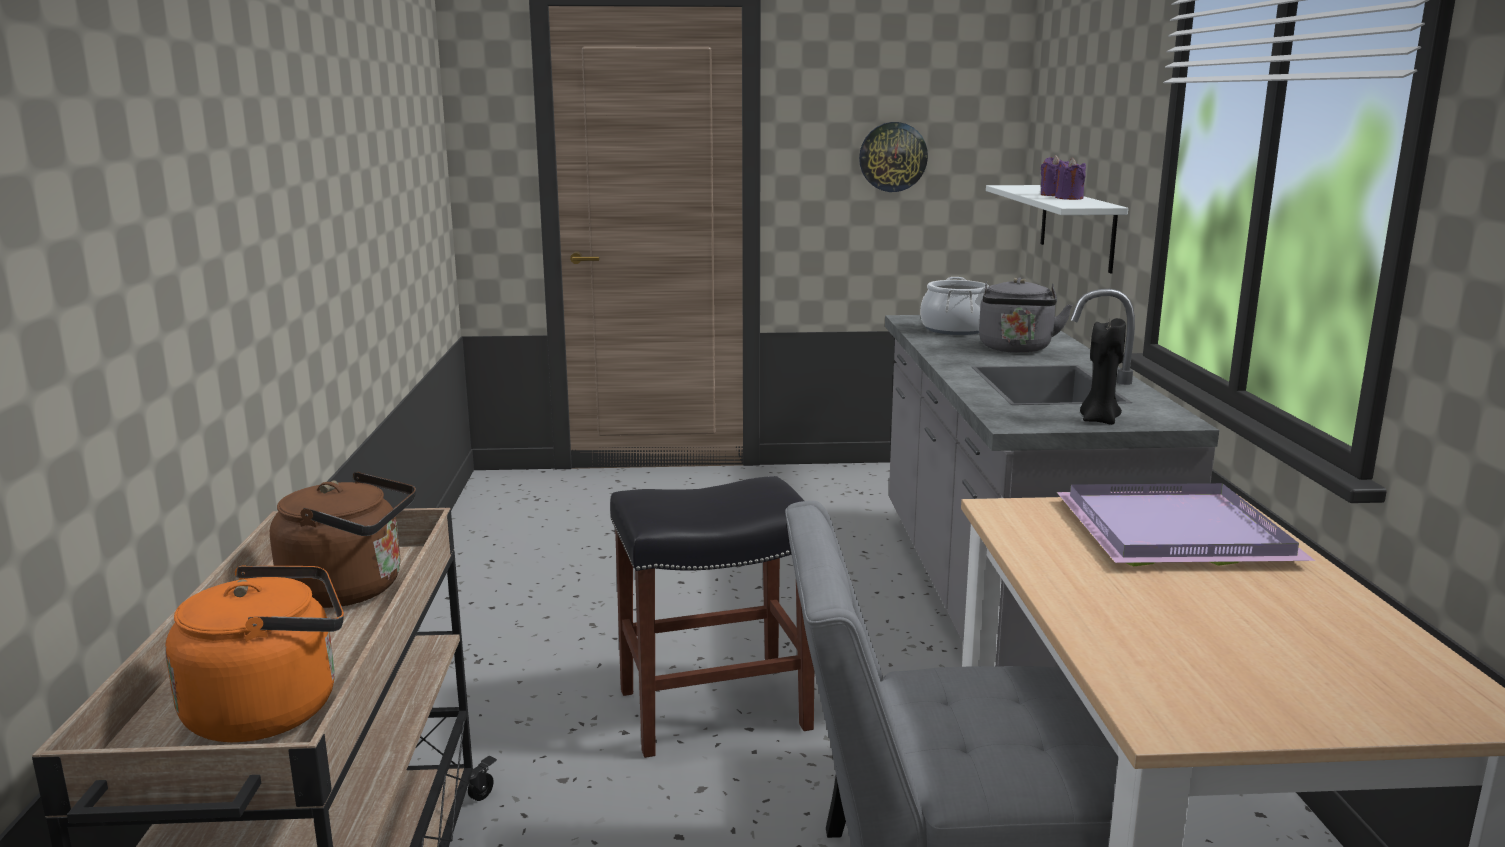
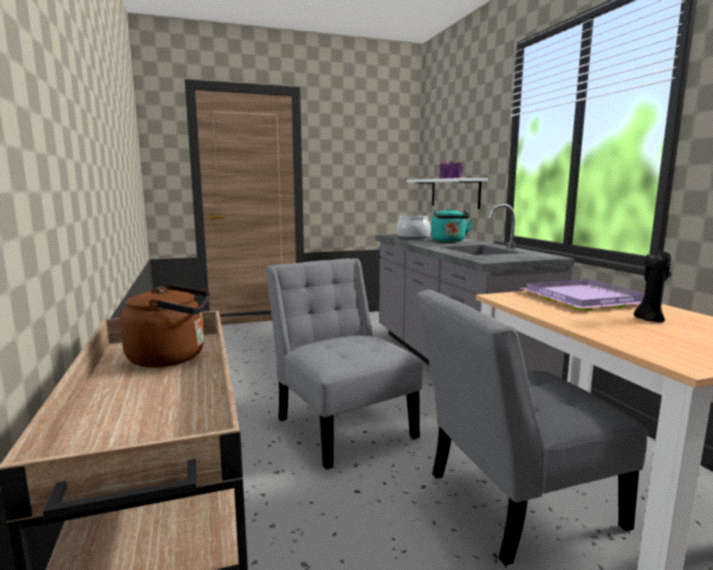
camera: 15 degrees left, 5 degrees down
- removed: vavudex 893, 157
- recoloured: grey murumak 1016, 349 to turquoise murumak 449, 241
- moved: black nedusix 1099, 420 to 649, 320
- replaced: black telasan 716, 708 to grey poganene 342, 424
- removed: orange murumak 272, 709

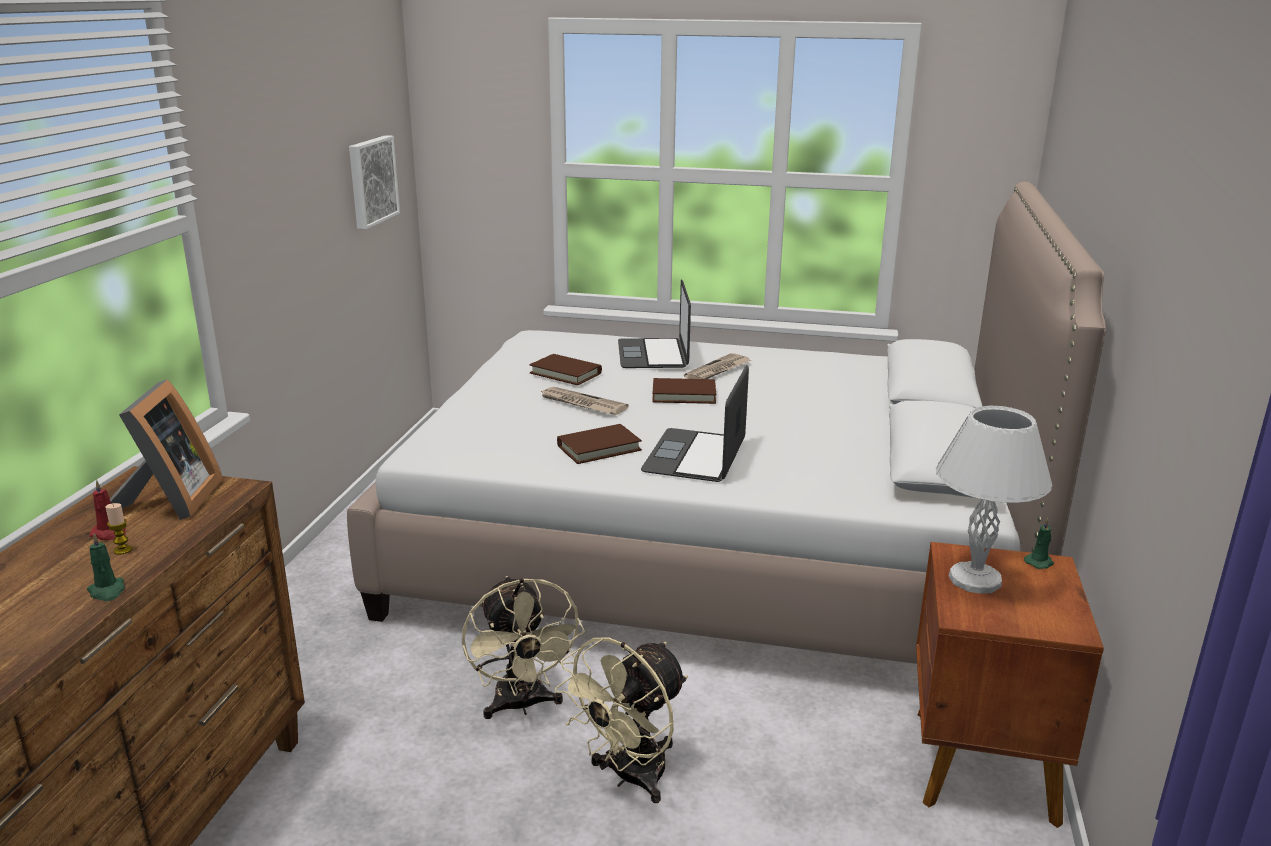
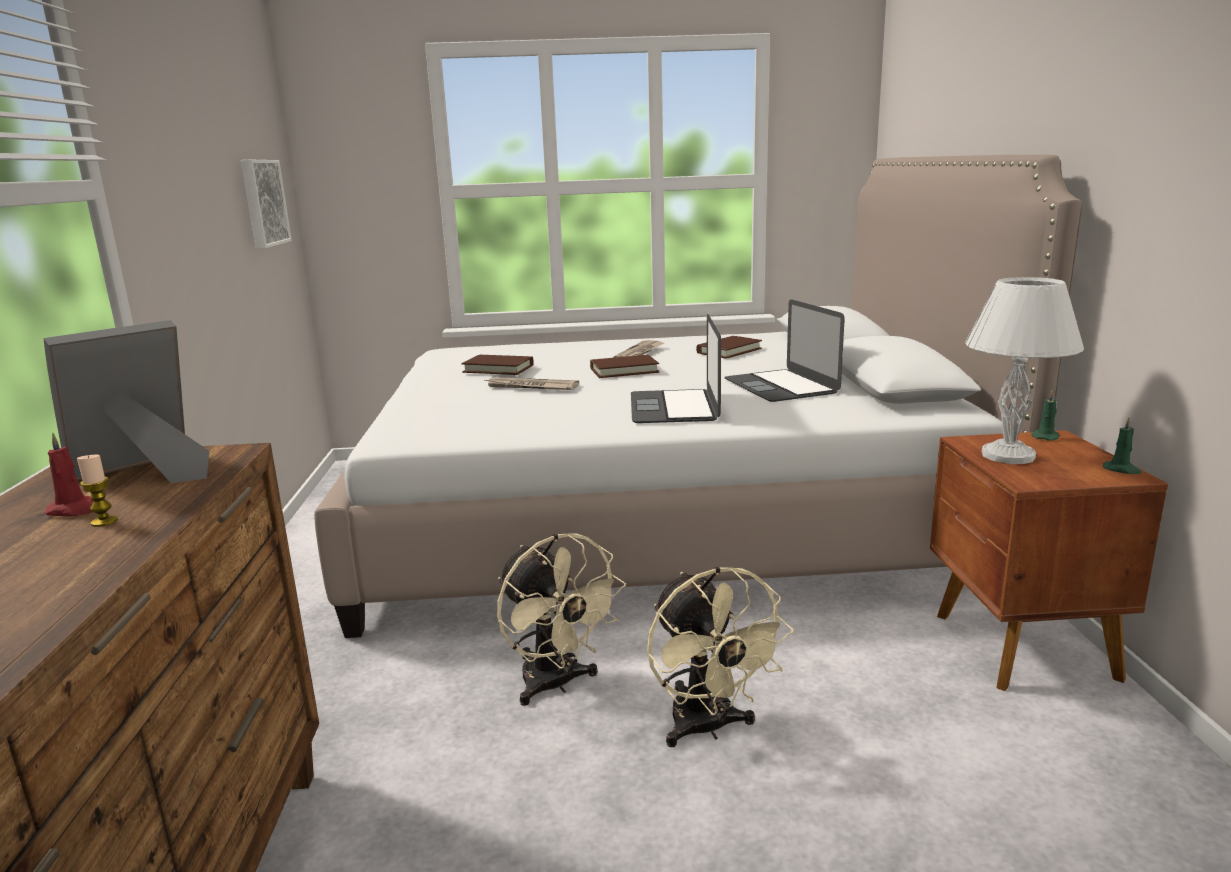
camera: 15 degrees left, 5 degrees down
- moved: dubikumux 653, 354 to 780, 386
- turned: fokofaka 171, 501 = 146, 473 120 degrees counterclockwise
- moved: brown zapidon 599, 448 to 729, 351
- moved: green nedusix 107, 591 to 1122, 470
- turned: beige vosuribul 629, 777 = 708, 728 45 degrees counterclockwise

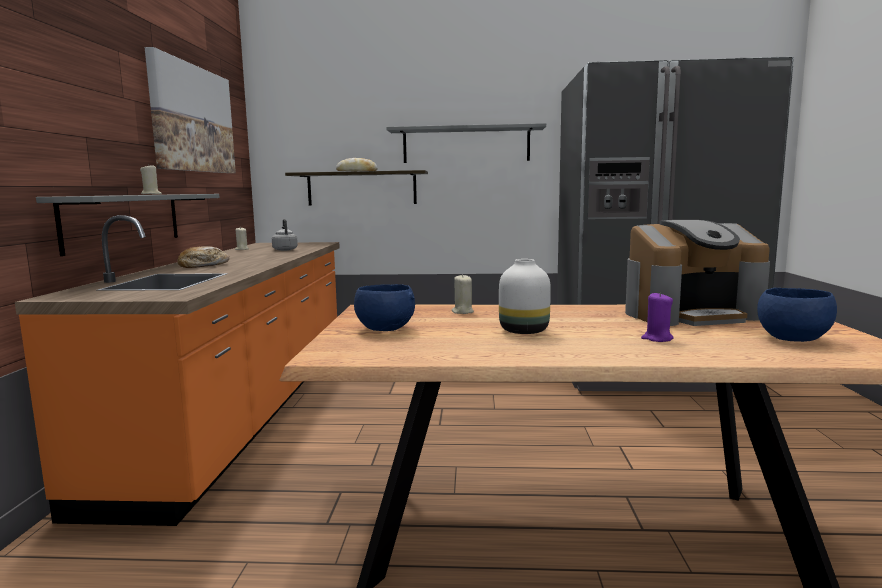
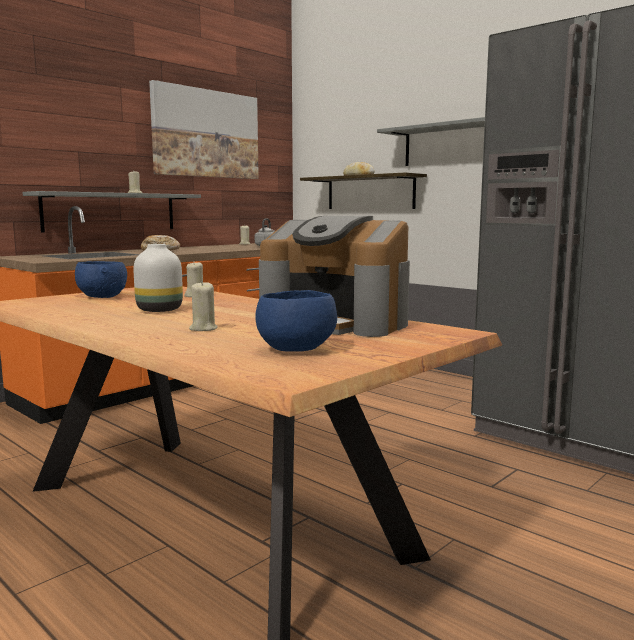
camera: 40 degrees right, 0 degrees up
- recoloured: purple nedusix 657, 339 to beige nedusix 203, 329

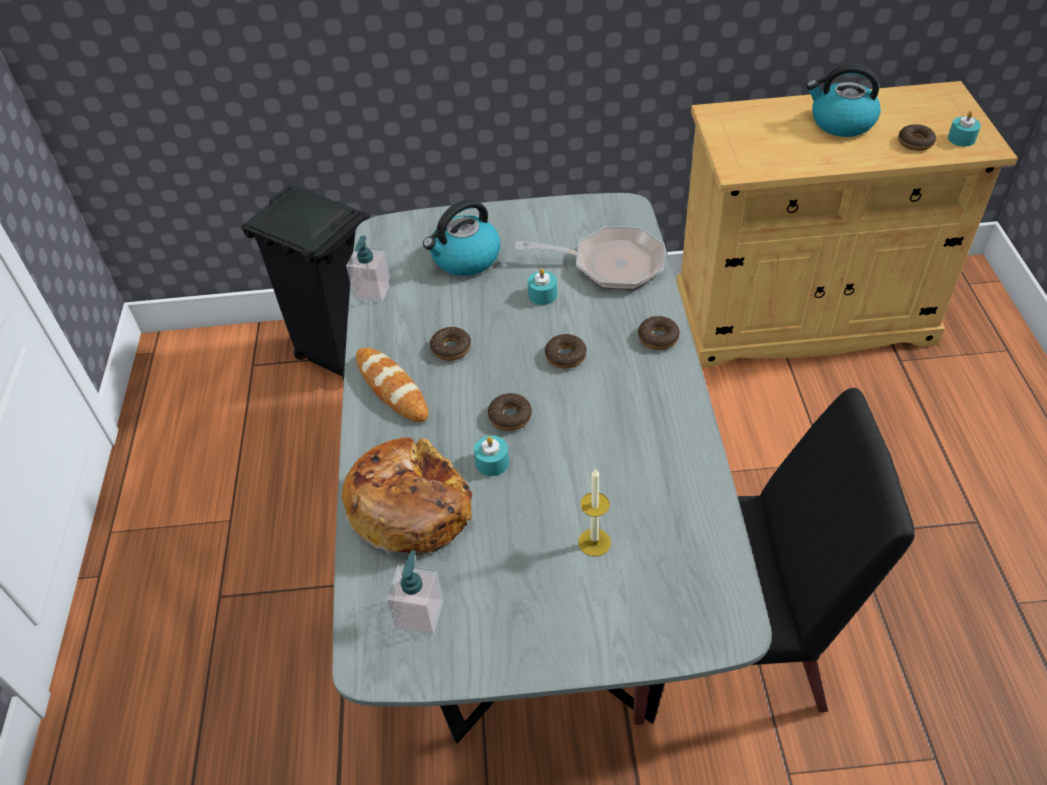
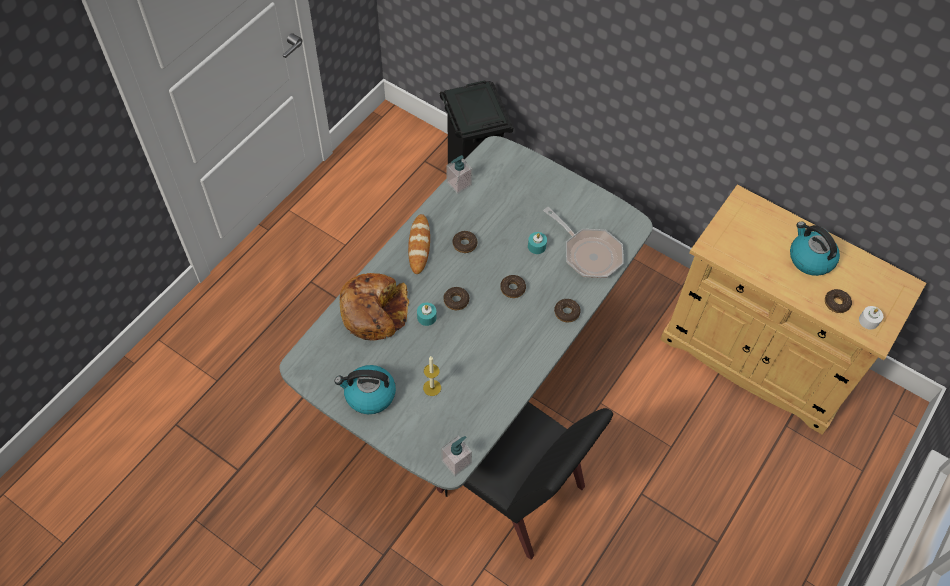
camera: 35 degrees right, 10 degrees up
- recoloured: turquoise nedusix 961, 138 to white nedusix 868, 321
- moved: murumak 465, 259 to 369, 395
- moved: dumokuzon 419, 614 to 456, 462

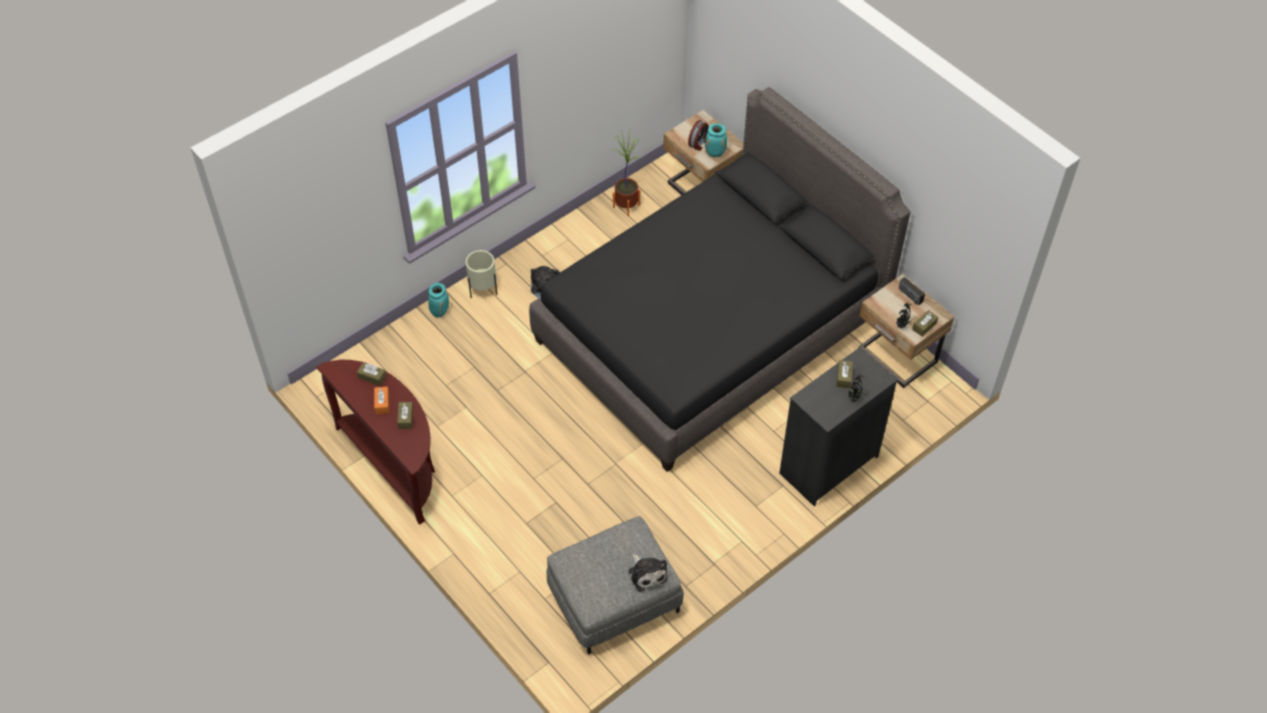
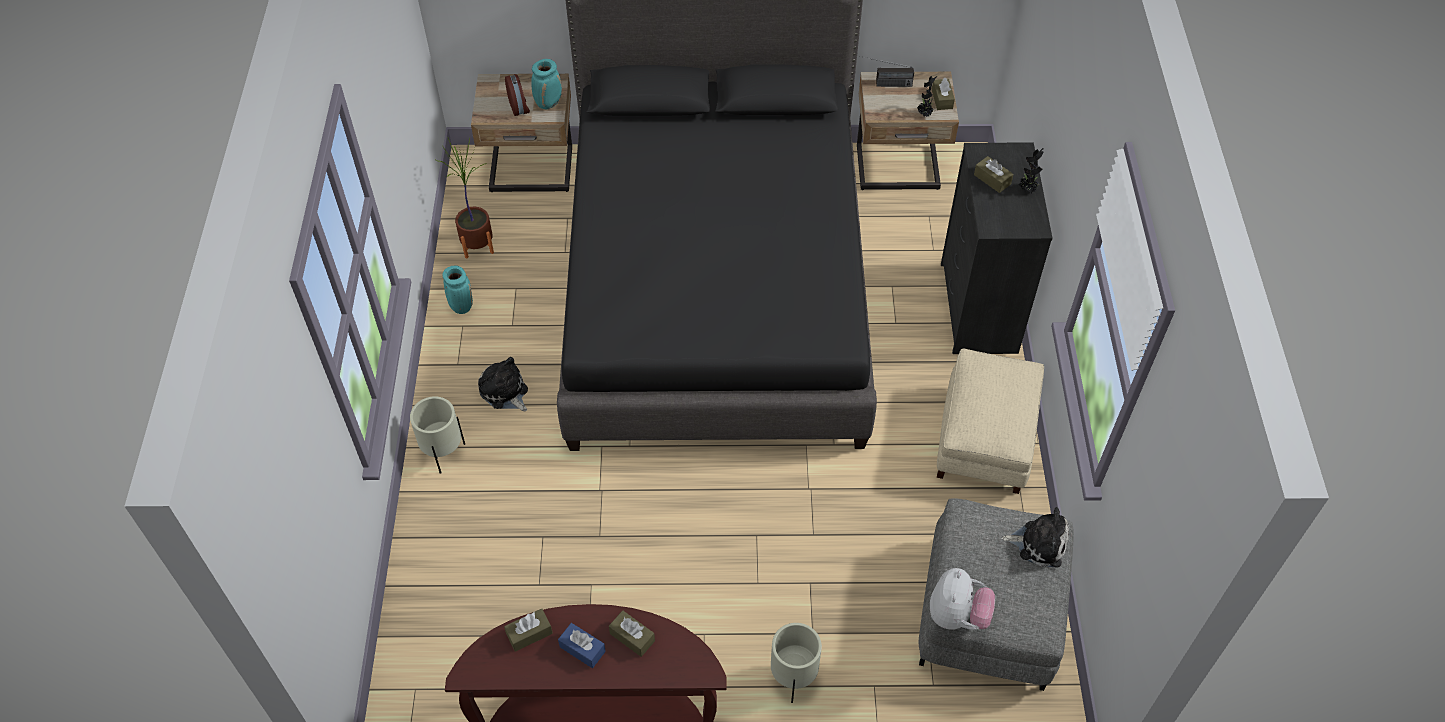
camera: 50 degrees left, 0 degrees up
- moved: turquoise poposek 440, 311 to 461, 306
- recoloured: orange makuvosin 382, 403 to blue makuvosin 582, 649
- added: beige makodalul 985, 440
- added: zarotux 957, 615
- added: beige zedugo 793, 679

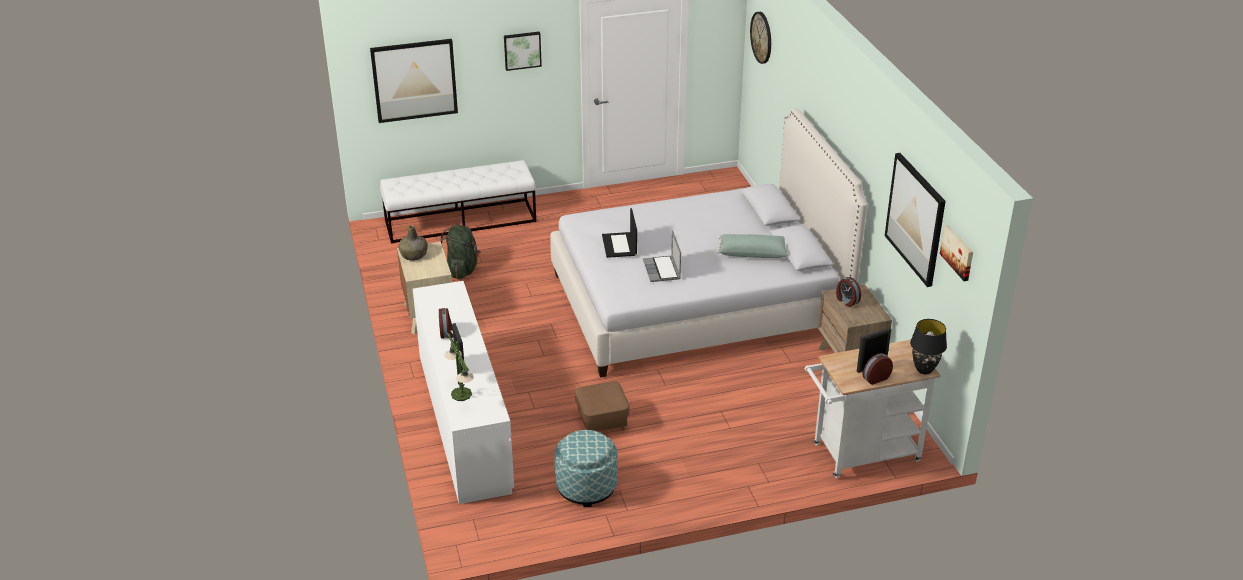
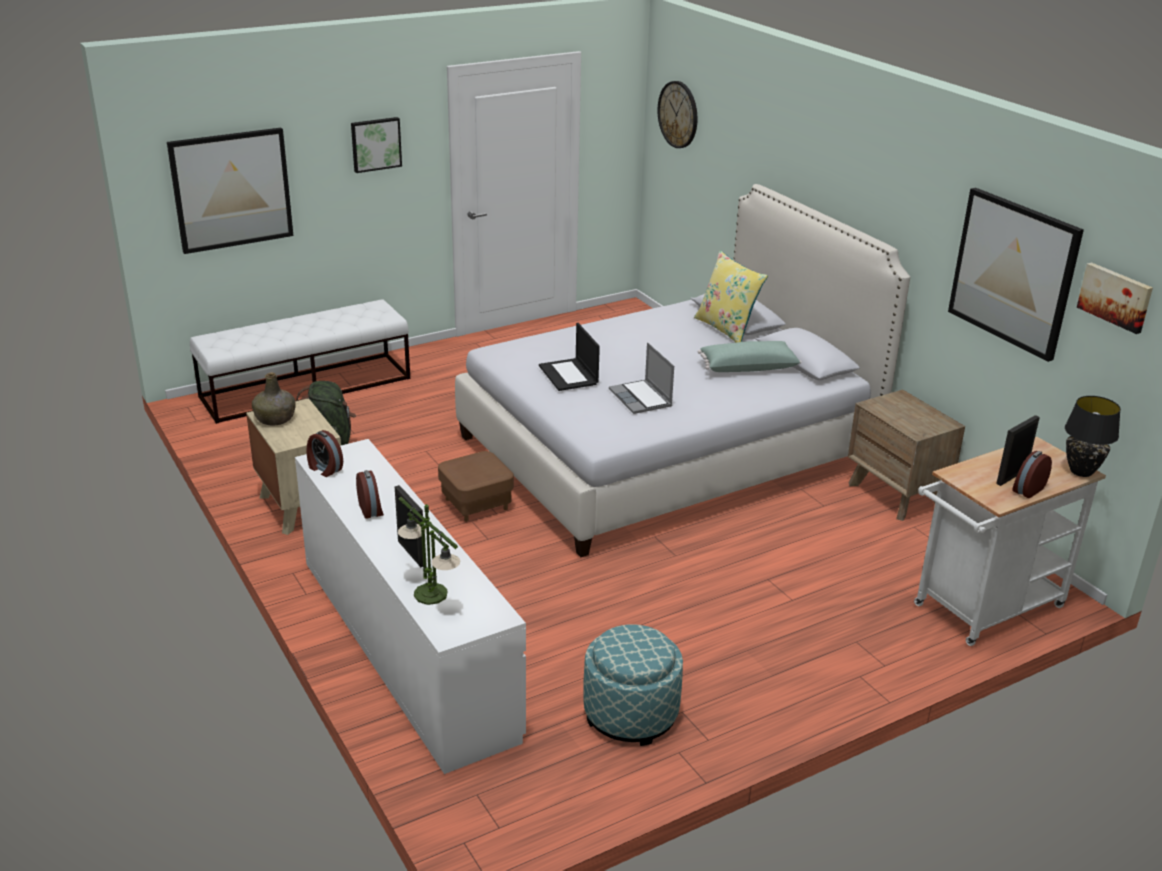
camera: 15 degrees left, 5 degrees down
- moved: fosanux 846, 301 to 324, 469
- moved: brown makodalul 602, 422 to 476, 504
- added: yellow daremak 727, 329

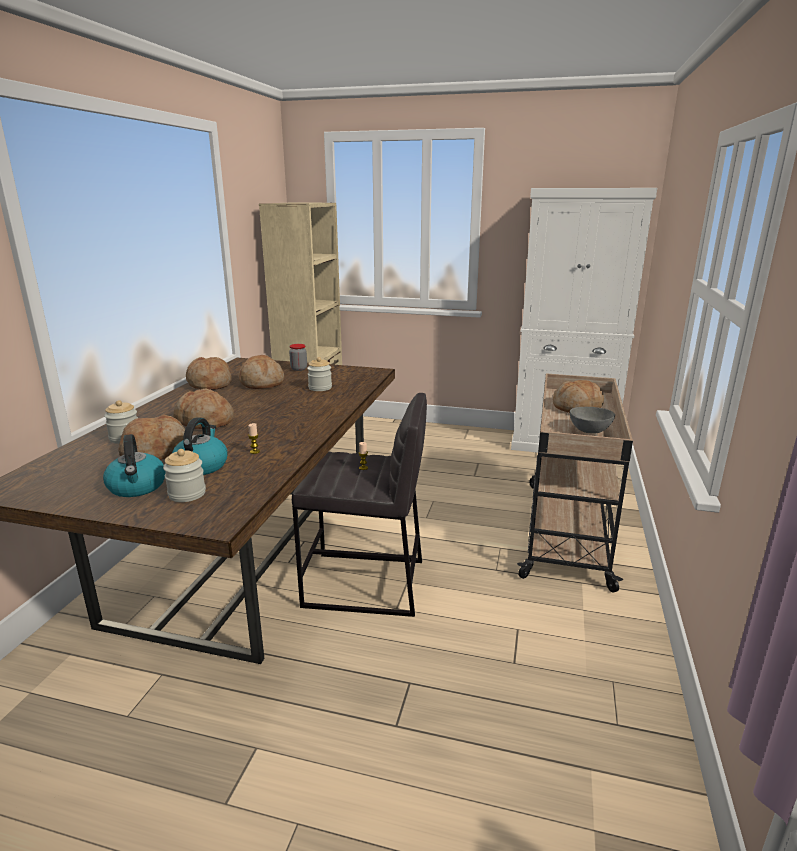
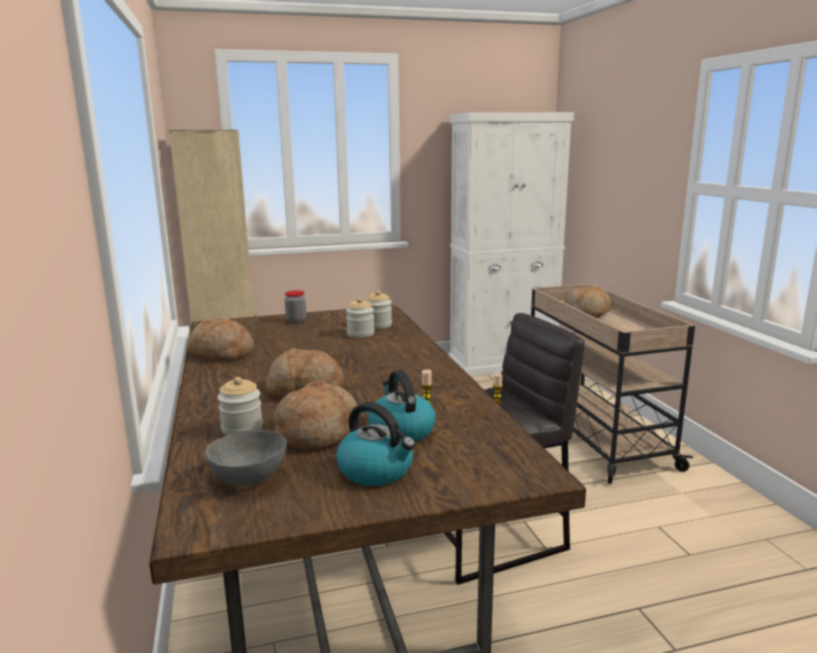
camera: 30 degrees left, 5 degrees down
- removed: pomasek 261, 383
- moved: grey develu 590, 431 to 250, 478
- moved: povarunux 187, 494 to 378, 325

